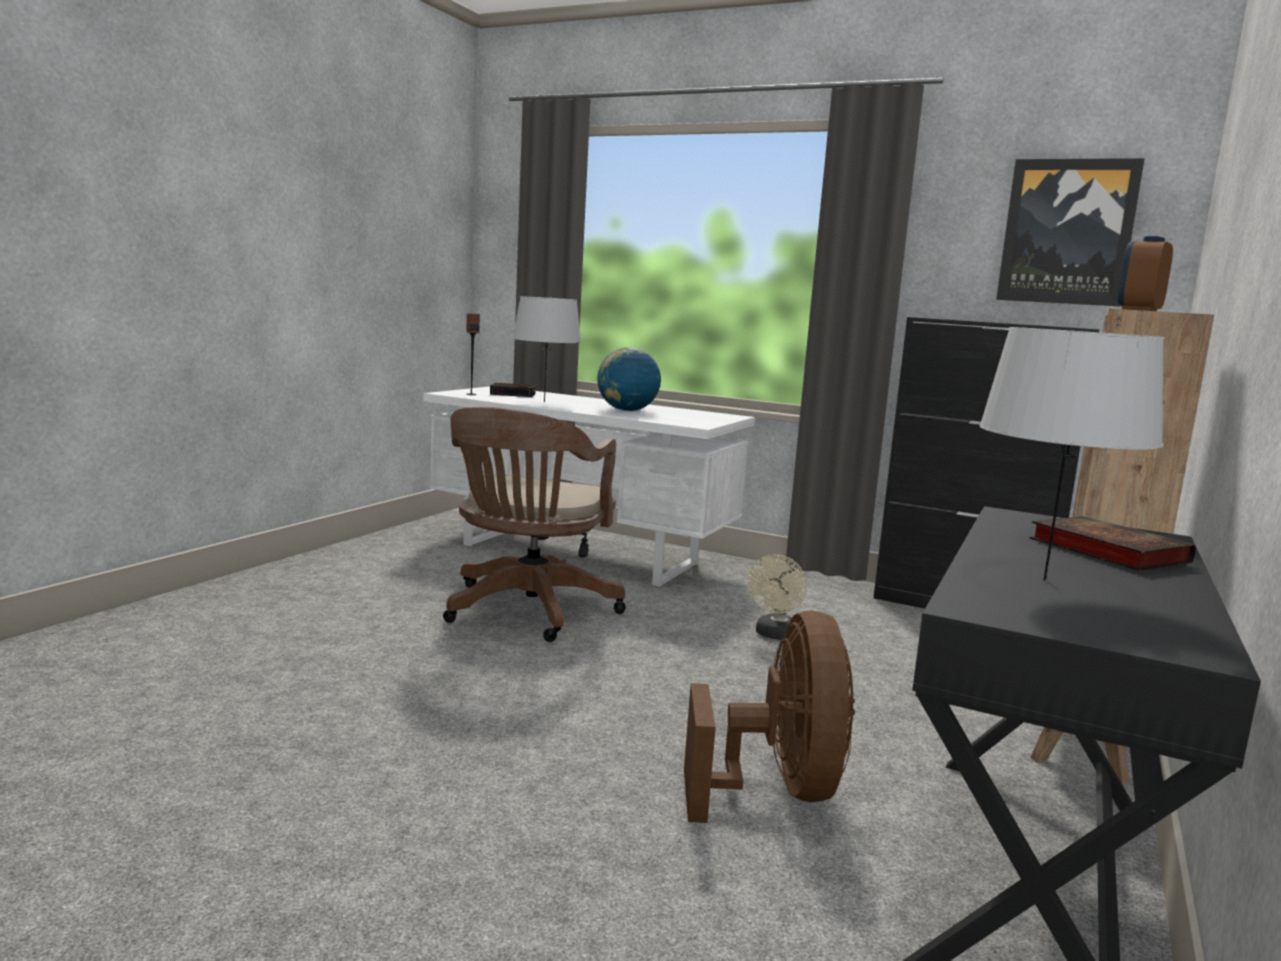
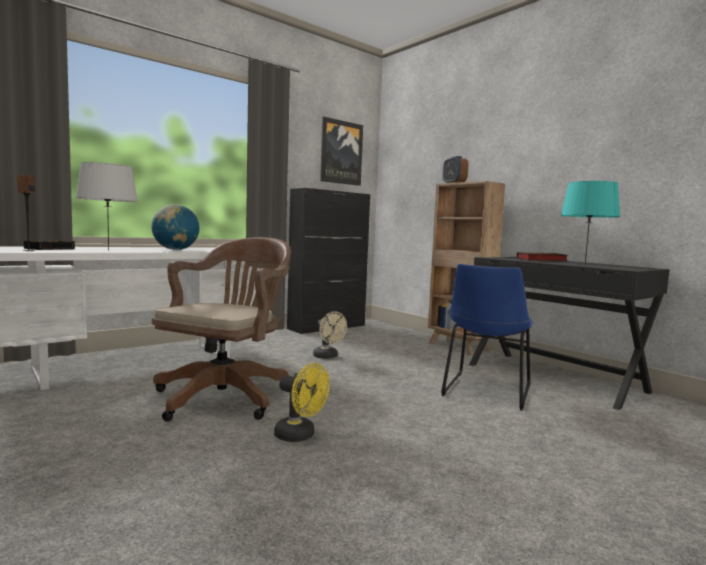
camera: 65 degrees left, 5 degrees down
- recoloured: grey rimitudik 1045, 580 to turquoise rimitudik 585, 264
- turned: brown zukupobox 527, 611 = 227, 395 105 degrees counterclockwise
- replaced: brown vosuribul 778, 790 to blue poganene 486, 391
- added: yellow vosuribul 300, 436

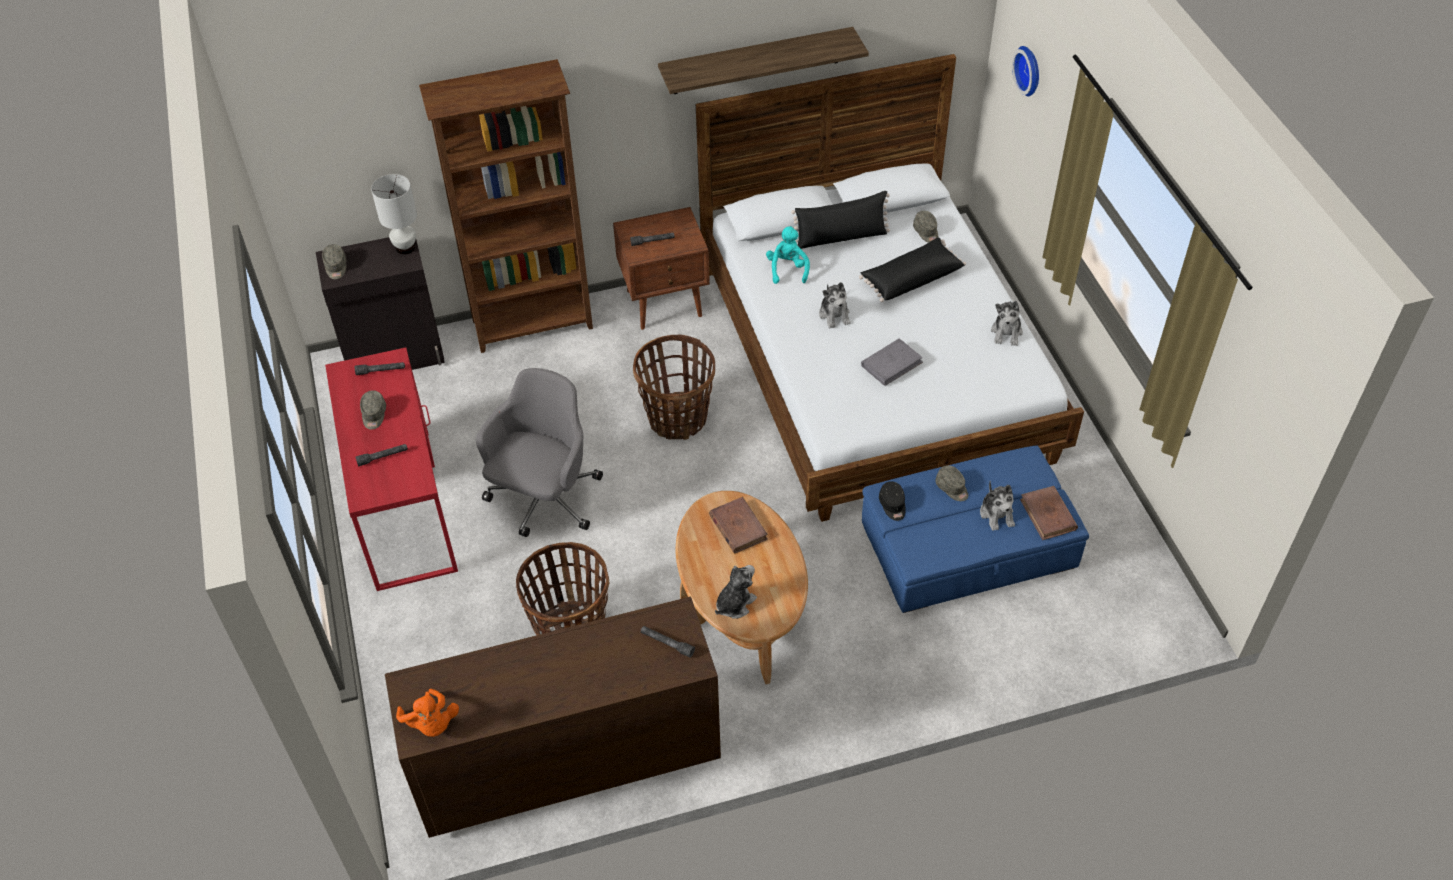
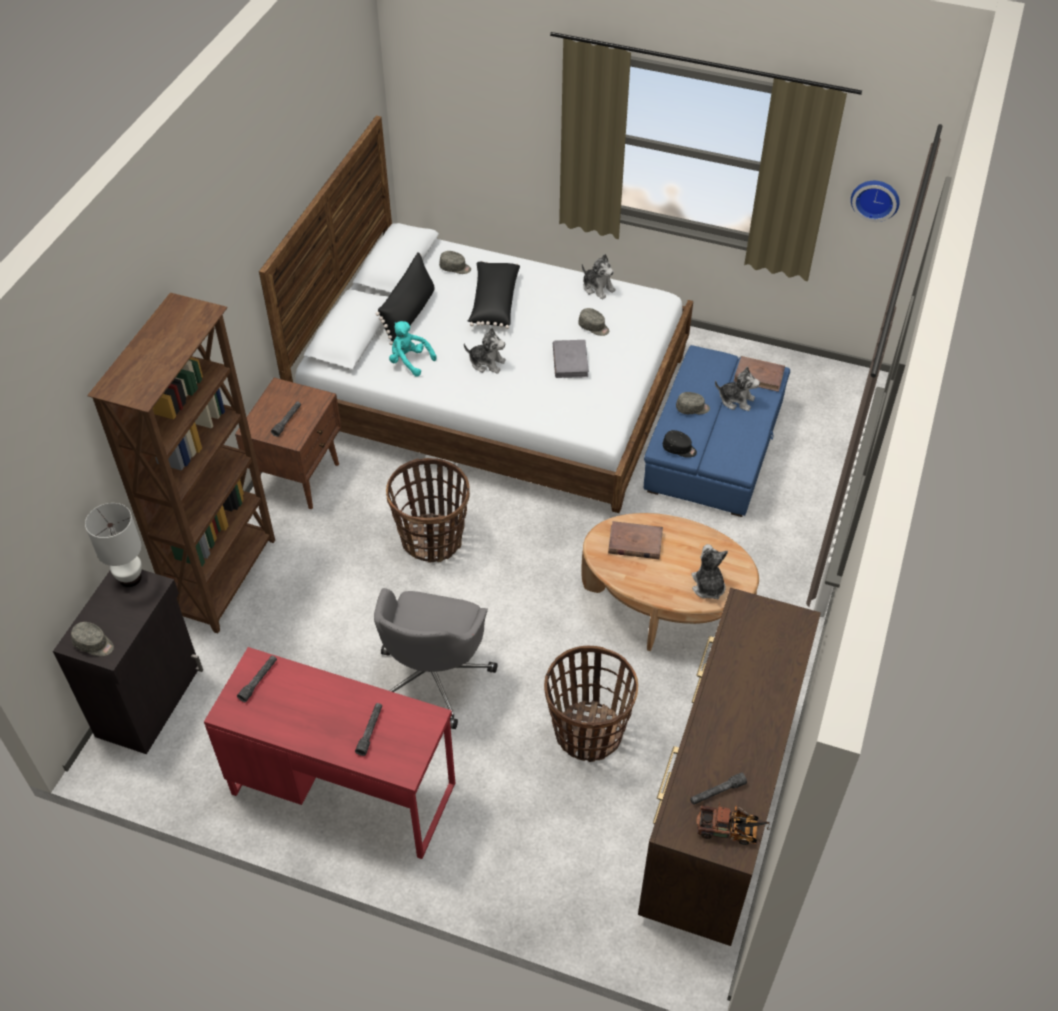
camera: 55 degrees left, 0 degrees up
- removed: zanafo 756, 61
- moved: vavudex 1030, 70 to 875, 198
- turned: grey zukupobox 544, 499 = 433, 677 135 degrees counterclockwise
- moved: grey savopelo 374, 415 to 594, 327
- moved: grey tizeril 667, 643 to 717, 792
- replaced: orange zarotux 431, 724 to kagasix 731, 831

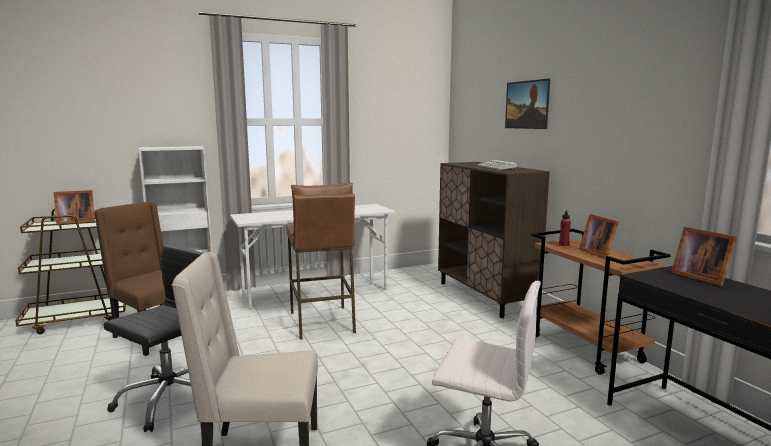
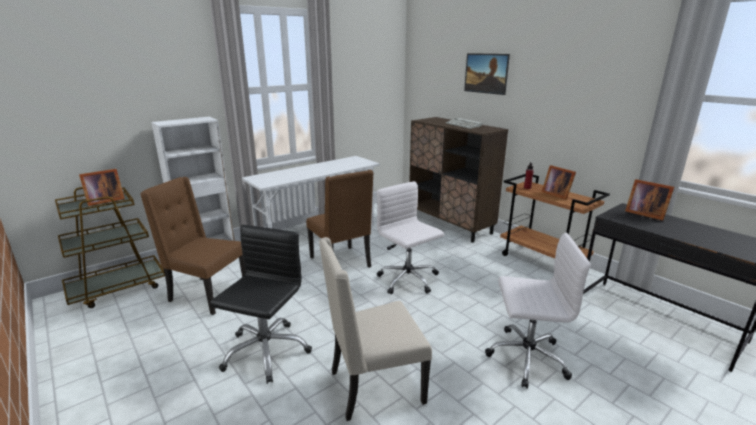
camera: 15 degrees left, 10 degrees up
- replaced: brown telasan 322, 322 to brown poganene 342, 263
- added: white zukupobox 408, 280

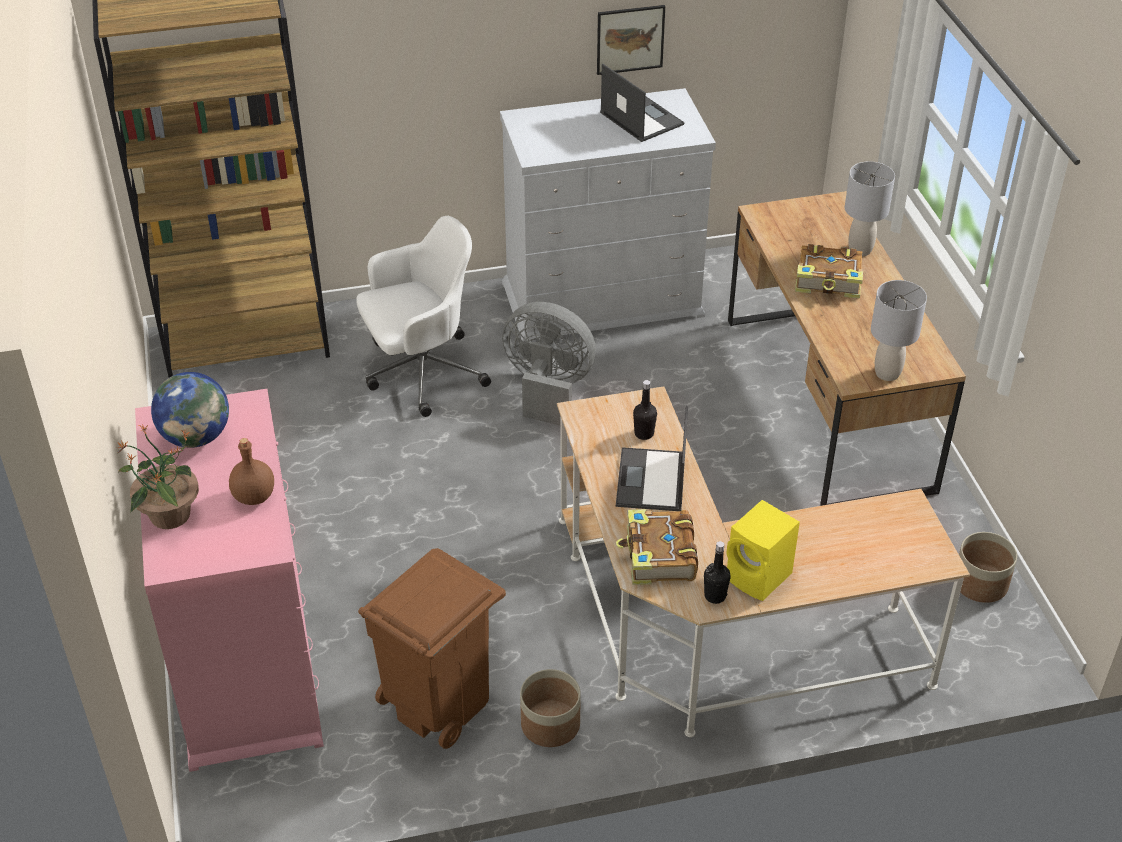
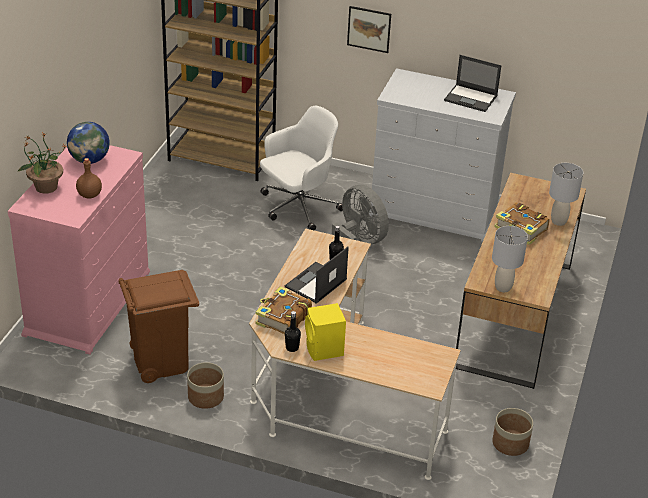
camera: 30 degrees right, 5 degrees down
- moved: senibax 630, 39 to 369, 29
- turned: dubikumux 640, 118 = 471, 98 120 degrees clockwise
- turned: white zukupobox 421, 372 = 298, 207 45 degrees counterclockwise

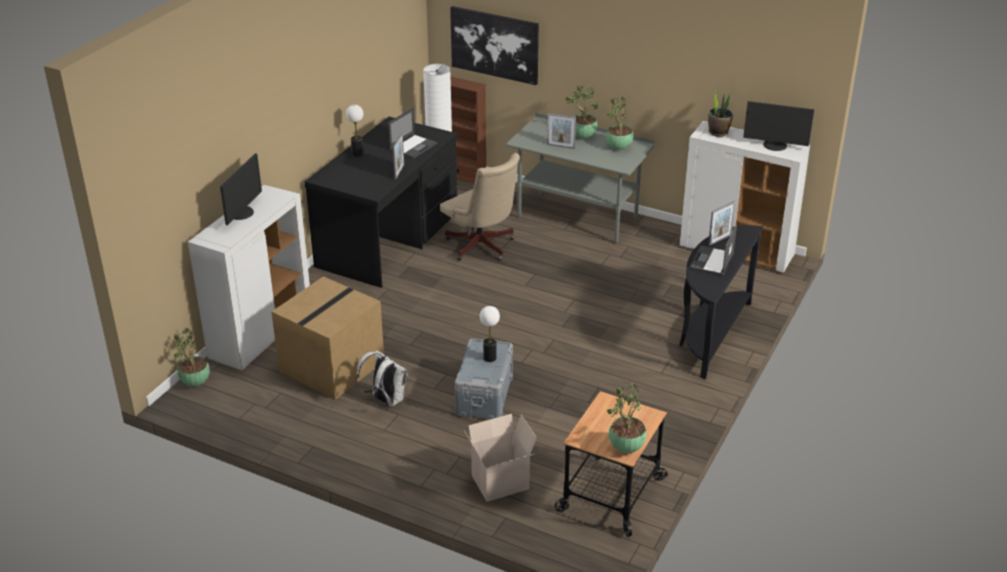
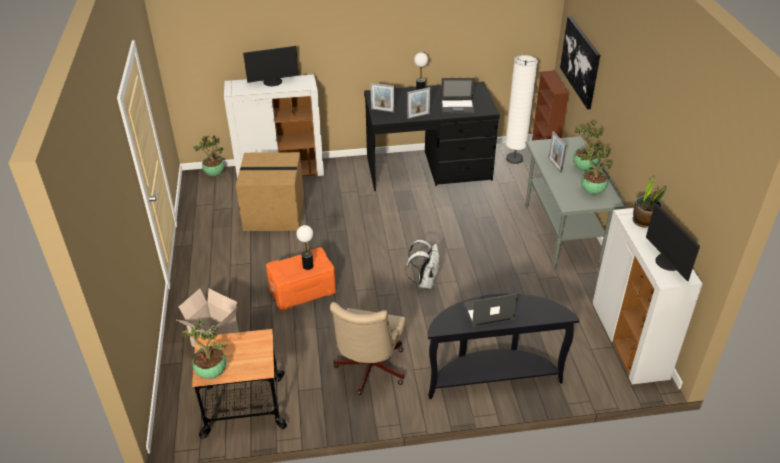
camera: 55 degrees right, 5 degrees up
- moved: beige zukupobox 482, 247 to 369, 371
- moved: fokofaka 719, 240 to 382, 110
- recoloured: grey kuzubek 483, 395 to orange kuzubek 302, 290
- moved: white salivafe 385, 400 to 425, 281

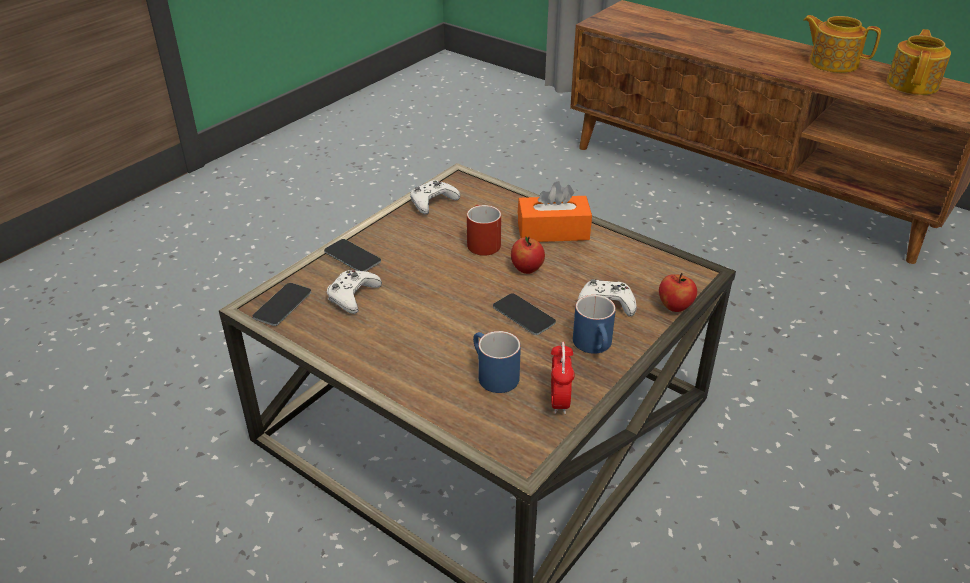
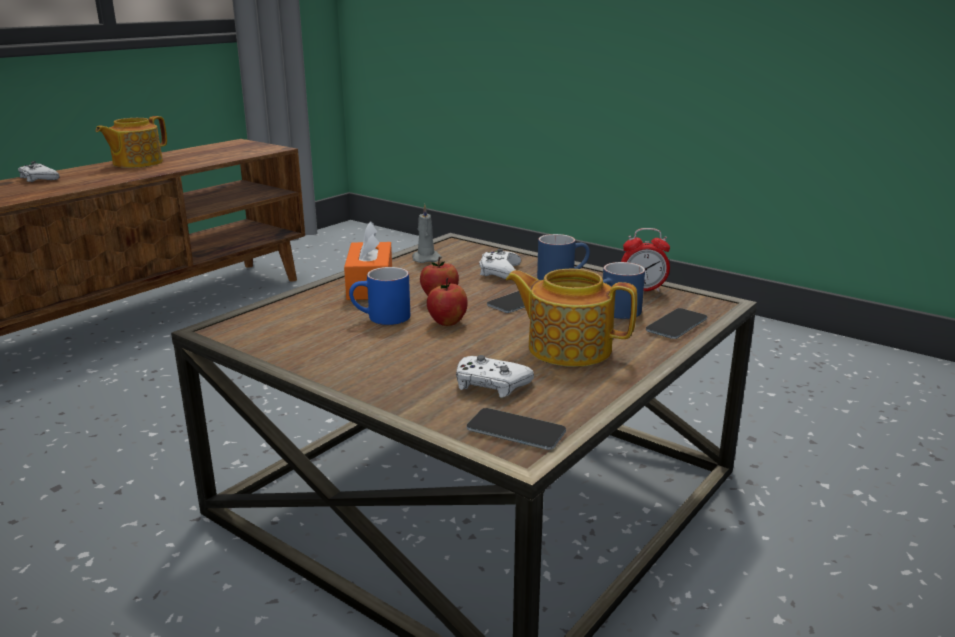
camera: 90 degrees left, 15 degrees down
- moved: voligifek 913, 84 to 568, 348
- moved: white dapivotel 432, 202 to 38, 178
- recoloured: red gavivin 480, 242 to blue gavivin 381, 318
- moved: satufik 352, 256 to 676, 324
- moved: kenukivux 675, 307 to 447, 322
- added: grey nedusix 425, 259

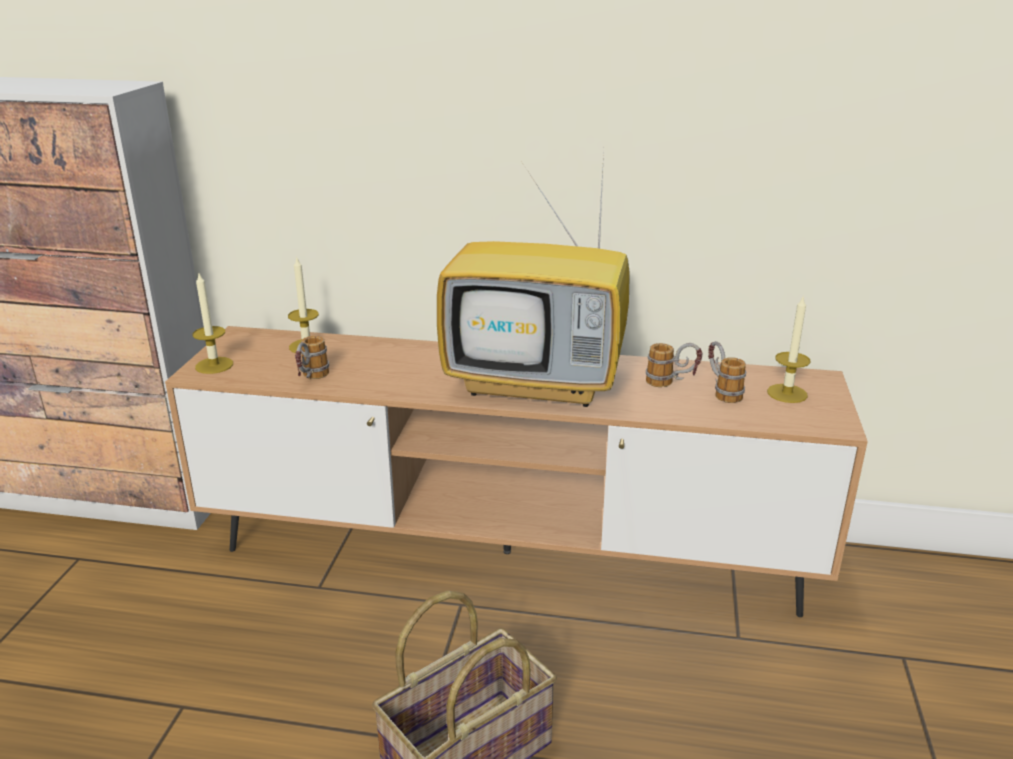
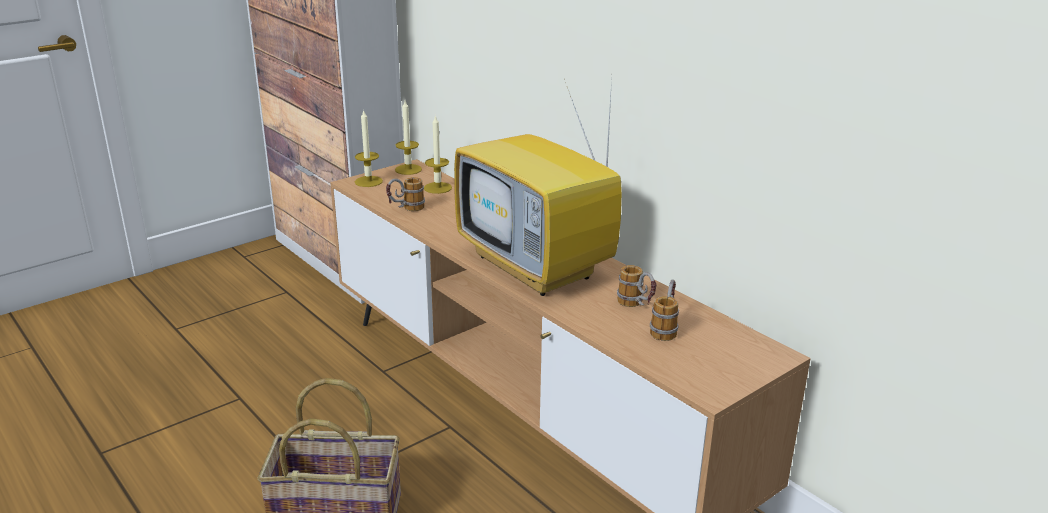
camera: 40 degrees right, 0 degrees up
- moved: nedusix 787, 393 to 408, 169

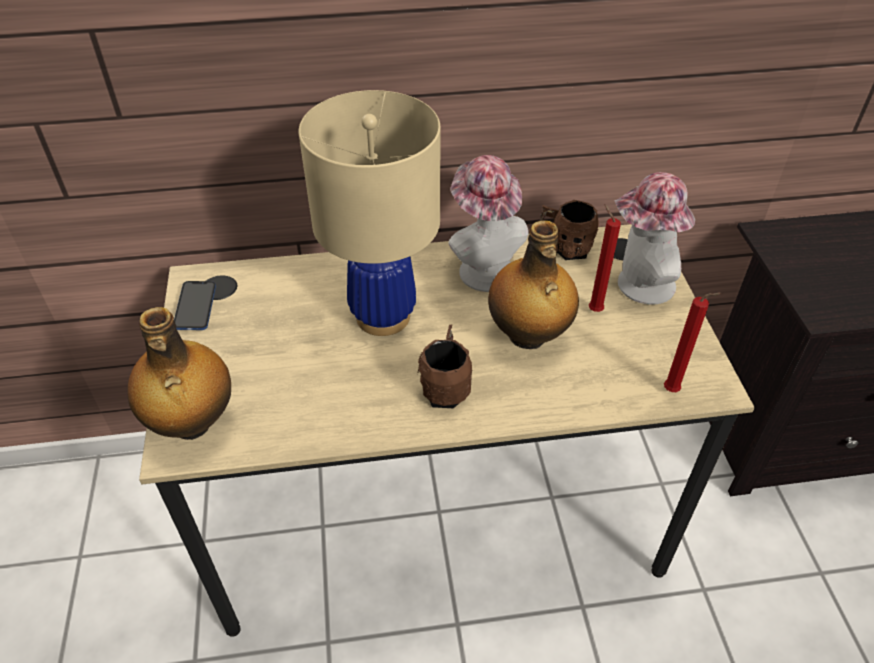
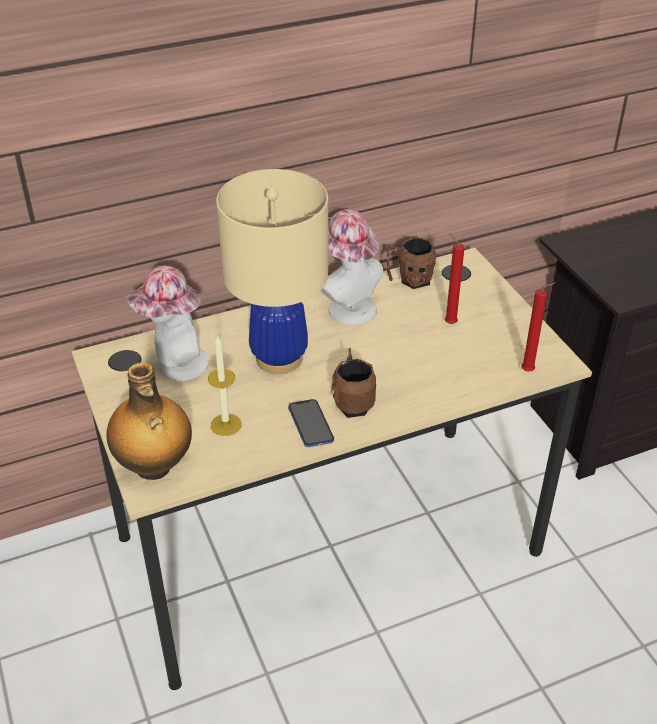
camera: 15 degrees left, 5 degrees down
- moved: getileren 638, 285 to 175, 365
- removed: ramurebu 528, 336
- moved: satufik 195, 307 to 310, 424
- added: nedusix 226, 425

